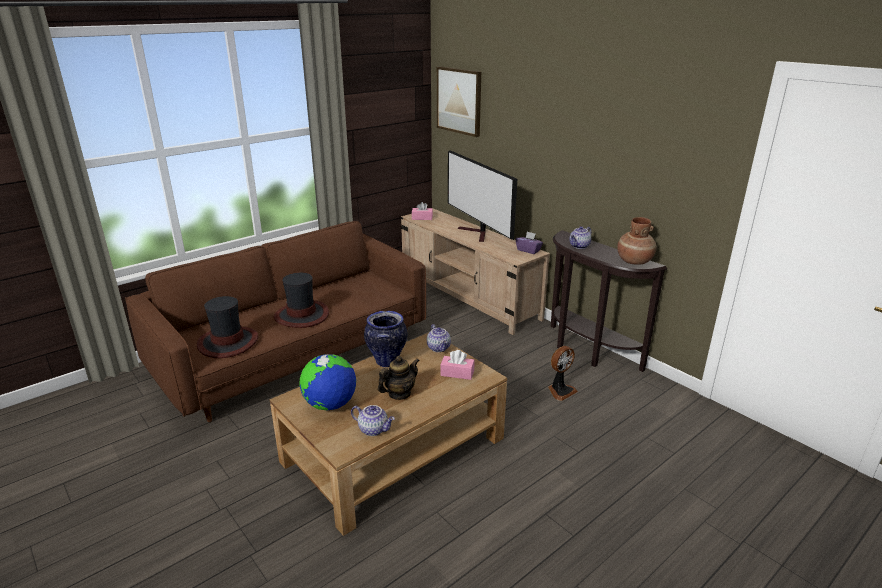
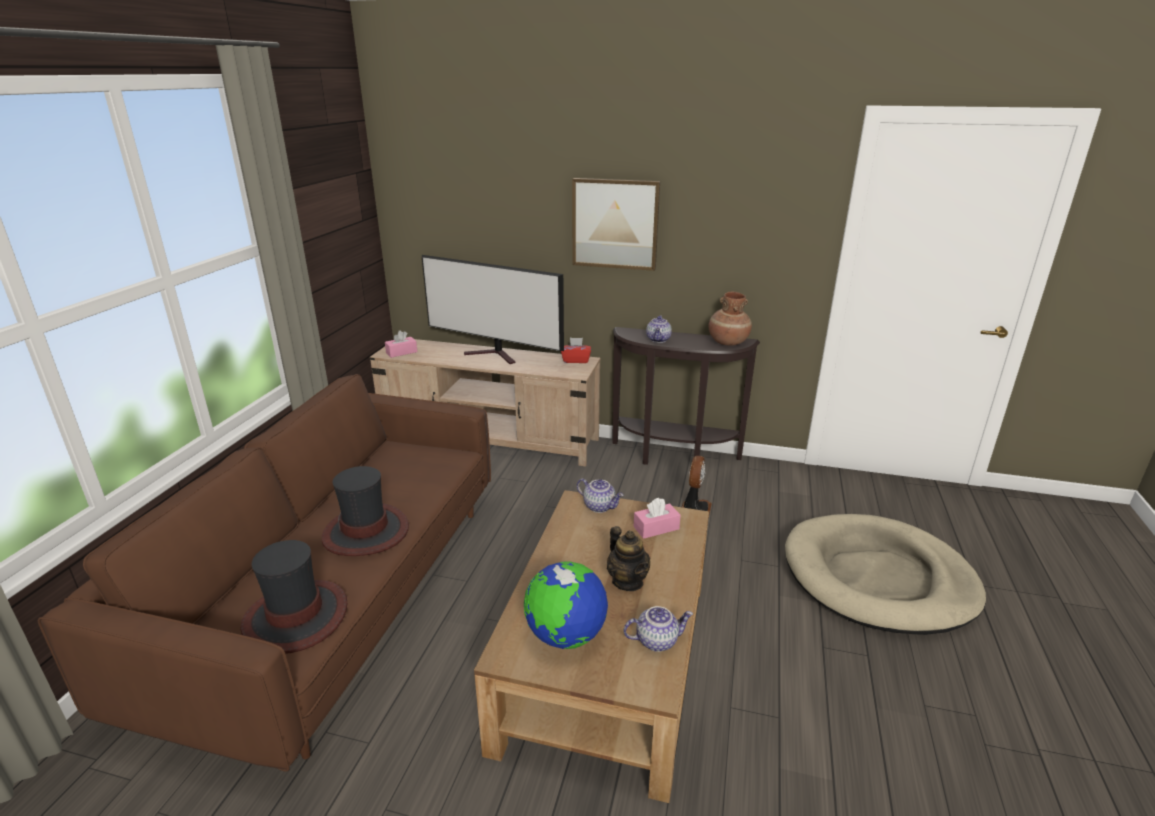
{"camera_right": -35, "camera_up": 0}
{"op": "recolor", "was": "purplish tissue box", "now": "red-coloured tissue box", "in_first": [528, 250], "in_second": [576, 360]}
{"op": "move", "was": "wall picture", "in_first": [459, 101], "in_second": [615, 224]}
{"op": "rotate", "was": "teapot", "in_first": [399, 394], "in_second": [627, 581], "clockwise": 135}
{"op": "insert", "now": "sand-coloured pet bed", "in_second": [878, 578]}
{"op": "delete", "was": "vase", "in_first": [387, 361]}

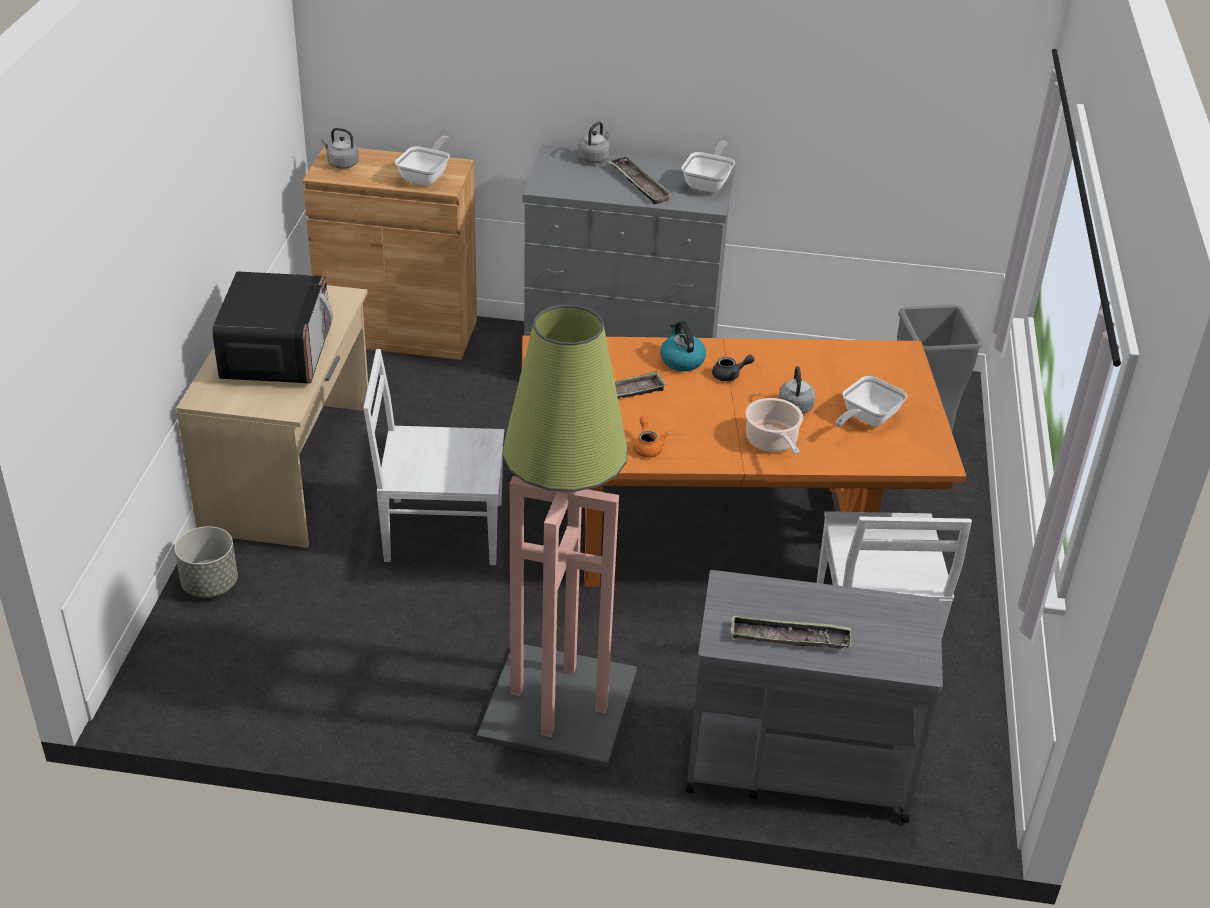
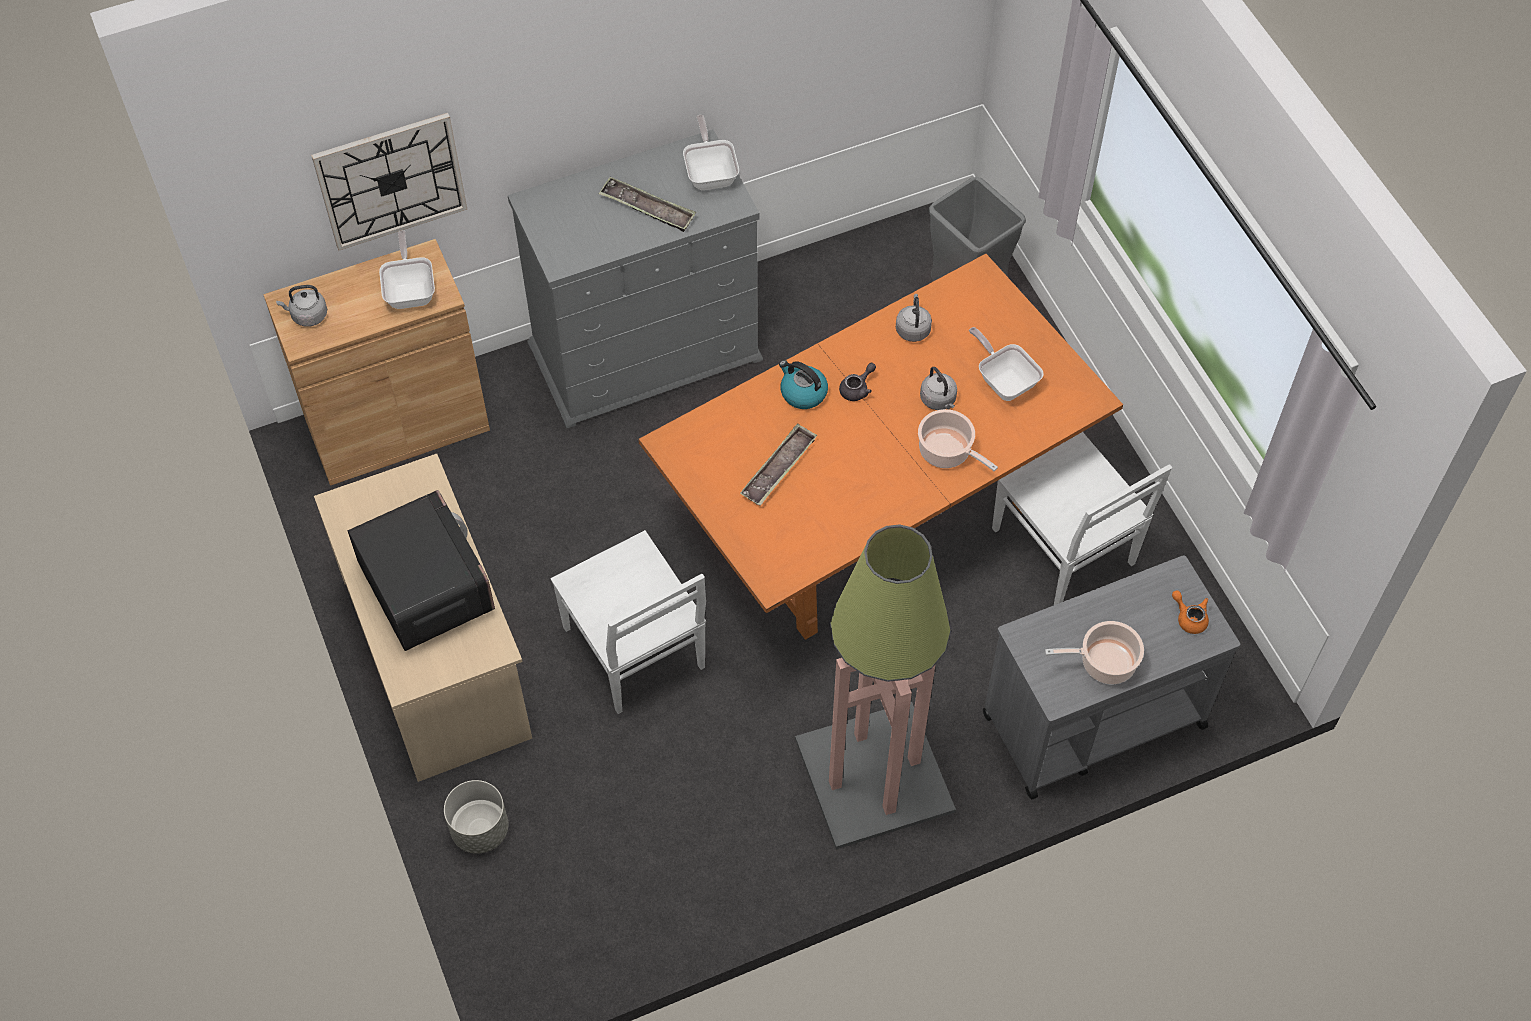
{"camera_right": -30, "camera_up": 20}
{"op": "insert", "now": "clock on the wall", "in_second": [391, 180]}
{"op": "rotate", "was": "white-coloured chair", "in_first": [440, 531], "in_second": [635, 650], "clockwise": -90}
{"op": "move", "was": "greyish kettle", "in_first": [594, 158], "in_second": [912, 329]}
{"op": "rotate", "was": "frying pan", "in_first": [866, 419], "in_second": [1004, 380], "clockwise": 135}
{"op": "replace", "was": "serving tray", "now": "saucepot", "in_first": [789, 638], "in_second": [1104, 663]}
{"op": "move", "was": "orange teapot", "in_first": [647, 447], "in_second": [1189, 618]}

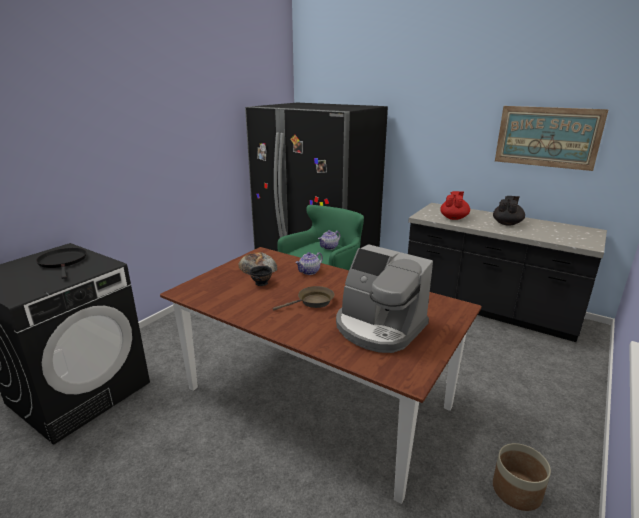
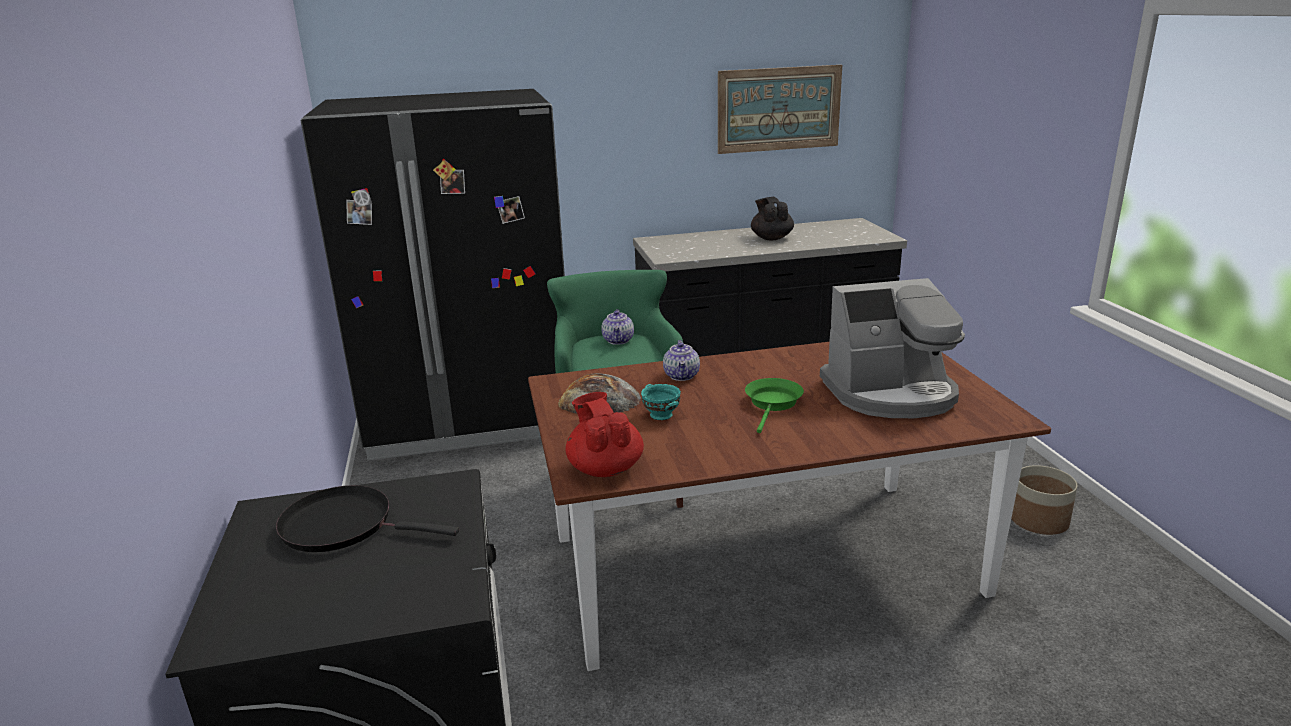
{"camera_right": -45, "camera_up": 0}
{"op": "move", "was": "red-coloured teapot", "in_first": [454, 218], "in_second": [605, 468]}
{"op": "recolor", "was": "black serving bowl", "now": "turquoise-coloured serving bowl", "in_first": [262, 283], "in_second": [661, 415]}
{"op": "recolor", "was": "brown-coloured frying pan", "now": "greenish frying pan", "in_first": [313, 302], "in_second": [773, 404]}

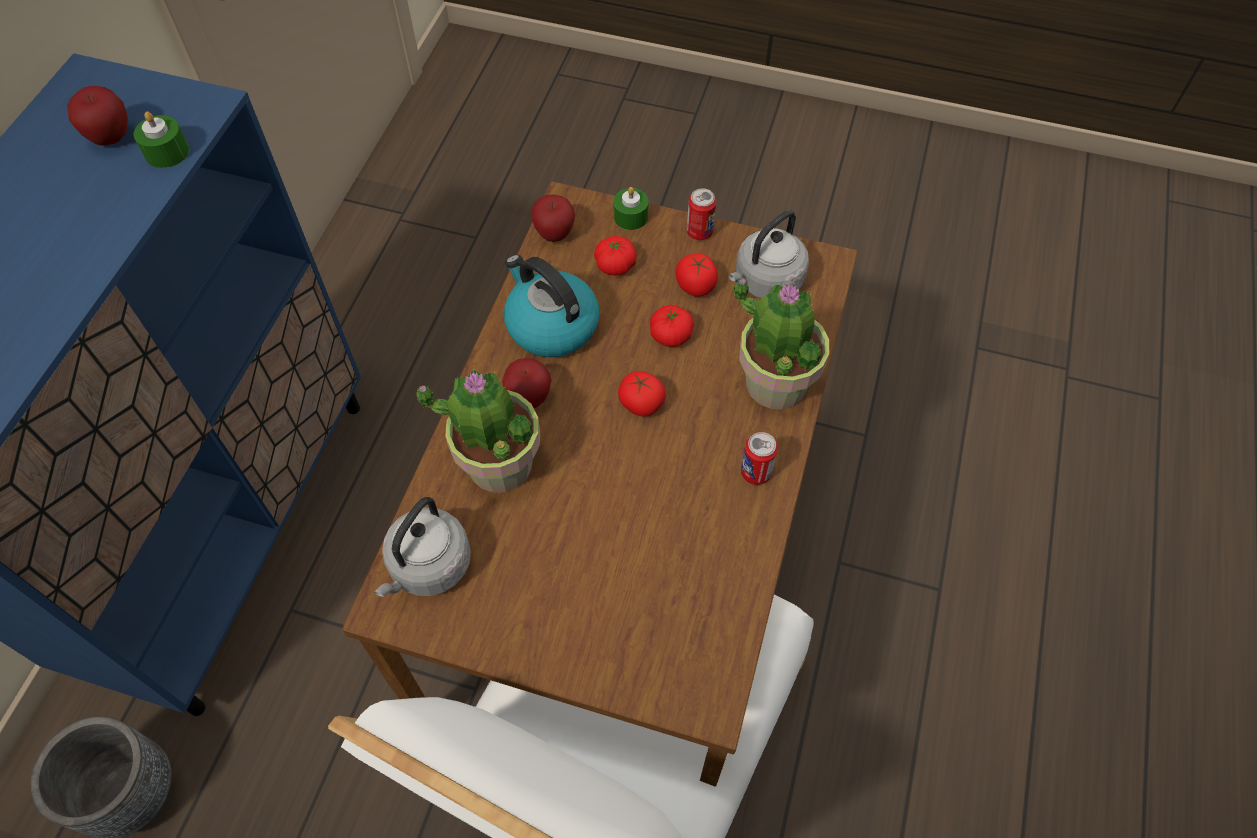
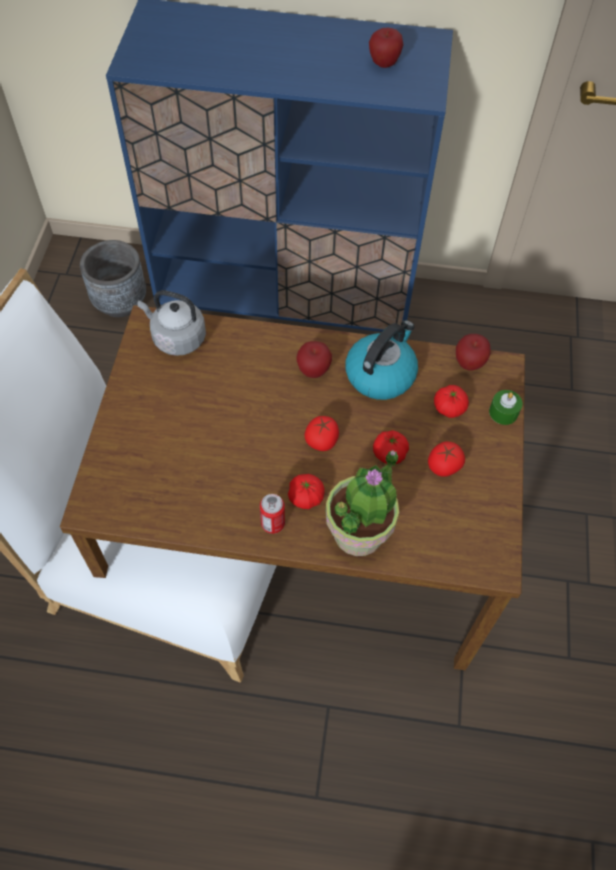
{"camera_right": 80, "camera_up": 0}
{"op": "insert", "now": "fresh tomato", "in_second": [306, 497]}
{"op": "delete", "was": "greenish candle", "in_first": [167, 152]}
{"op": "delete", "was": "plant in a pot", "in_first": [499, 463]}
{"op": "delete", "was": "metal can", "in_first": [699, 232]}
{"op": "delete", "was": "greyish kettle", "in_first": [765, 282]}

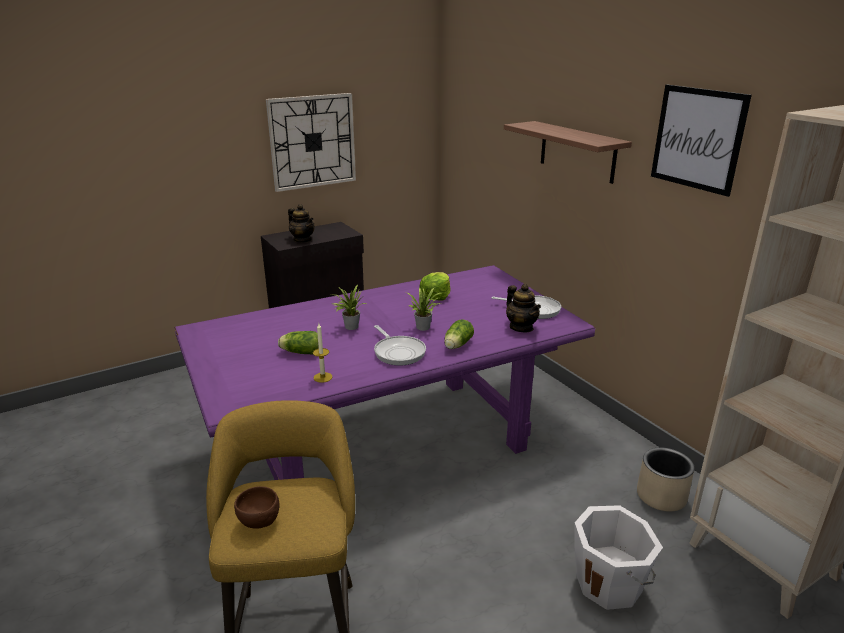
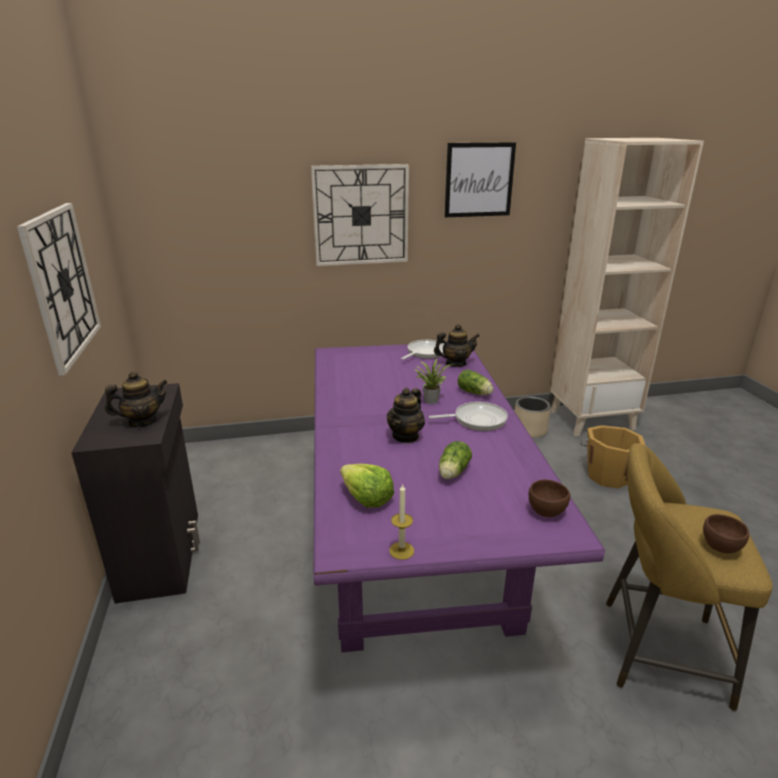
{"camera_right": -70, "camera_up": 0}
{"op": "replace", "was": "wall shelf", "now": "clock on the wall", "in_first": [577, 151], "in_second": [361, 215]}
{"op": "move", "was": "lettuce", "in_first": [436, 296], "in_second": [366, 498]}
{"op": "replace", "was": "plant in a pot", "now": "teapot", "in_first": [349, 326], "in_second": [406, 436]}
{"op": "move", "was": "candle", "in_first": [323, 377], "in_second": [401, 550]}
{"op": "insert", "now": "brown-coloured serving bowl", "in_second": [547, 511]}
{"op": "recolor", "was": "white-coloured bucket", "now": "orange bucket", "in_first": [610, 583], "in_second": [608, 475]}

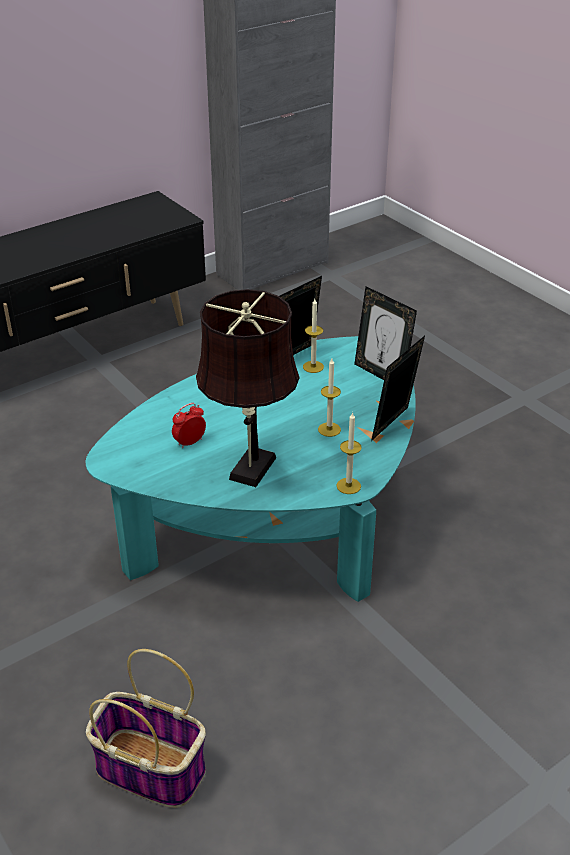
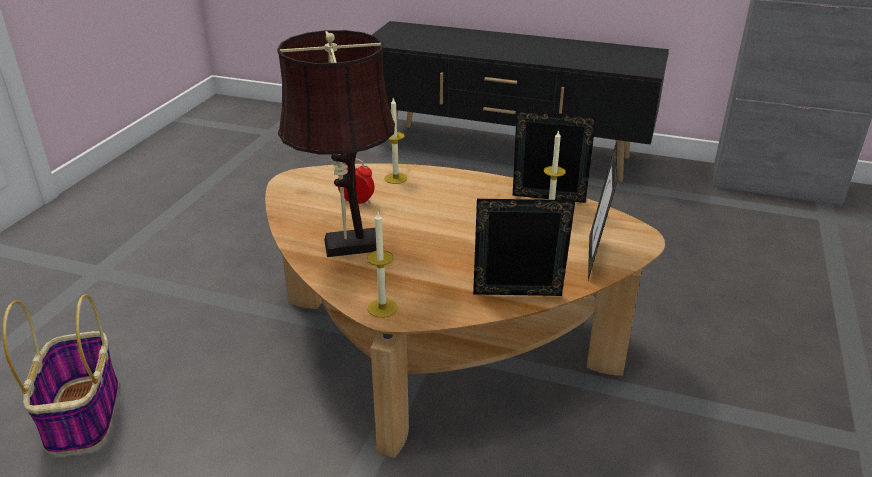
{"camera_right": 55, "camera_up": -5}
{"op": "recolor", "was": "turquoise-coloured lounge table", "now": "brown-coloured lounge table", "in_first": [276, 518], "in_second": [440, 345]}
{"op": "move", "was": "candle", "in_first": [329, 429], "in_second": [395, 178]}

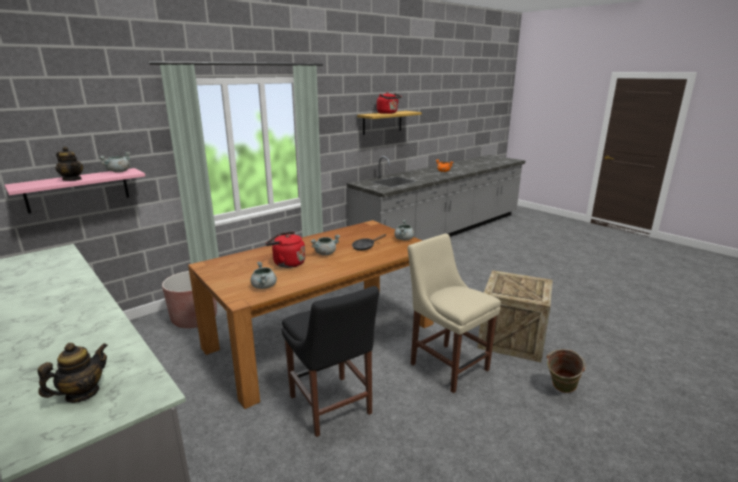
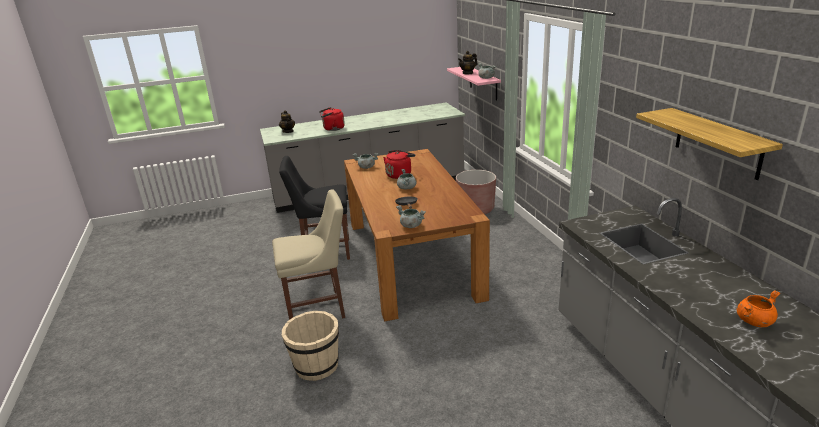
{"camera_right": 115, "camera_up": 5}
{"op": "replace", "was": "packing crate", "now": "sand-coloured bucket", "in_first": [511, 339], "in_second": [316, 366]}
{"op": "move", "was": "red-coloured kettle", "in_first": [388, 113], "in_second": [332, 129]}
{"op": "delete", "was": "greenish bucket", "in_first": [560, 390]}

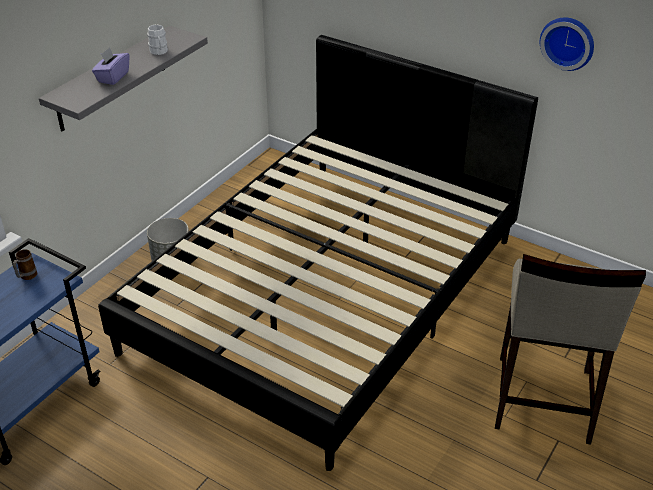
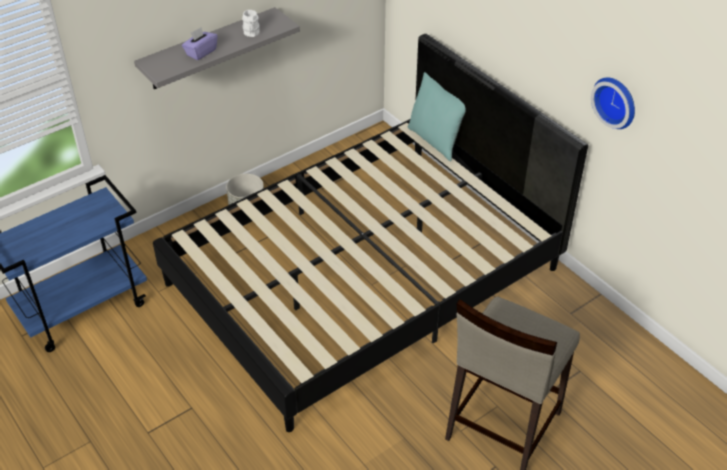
{"camera_right": 20, "camera_up": 5}
{"op": "insert", "now": "turquoise-coloured cushion", "in_second": [436, 140]}
{"op": "delete", "was": "coffee mug", "in_first": [26, 277]}

